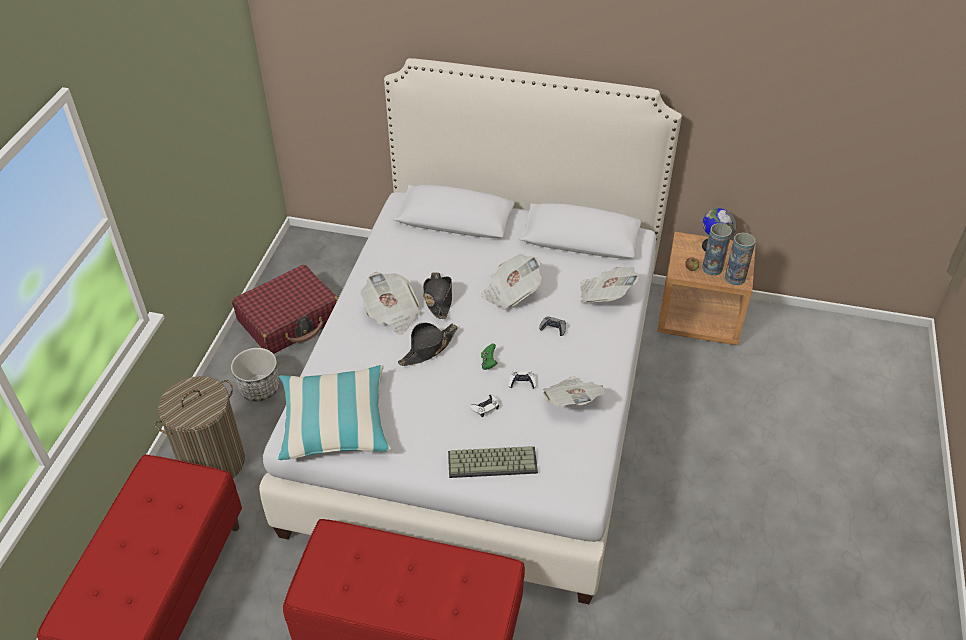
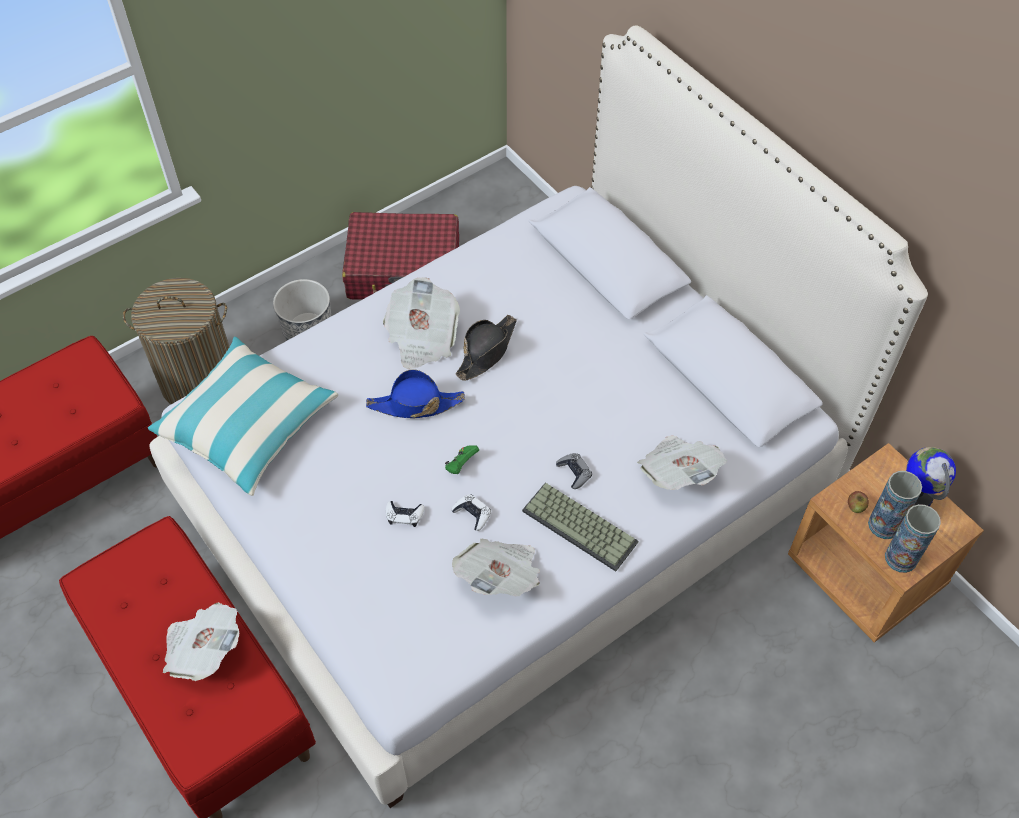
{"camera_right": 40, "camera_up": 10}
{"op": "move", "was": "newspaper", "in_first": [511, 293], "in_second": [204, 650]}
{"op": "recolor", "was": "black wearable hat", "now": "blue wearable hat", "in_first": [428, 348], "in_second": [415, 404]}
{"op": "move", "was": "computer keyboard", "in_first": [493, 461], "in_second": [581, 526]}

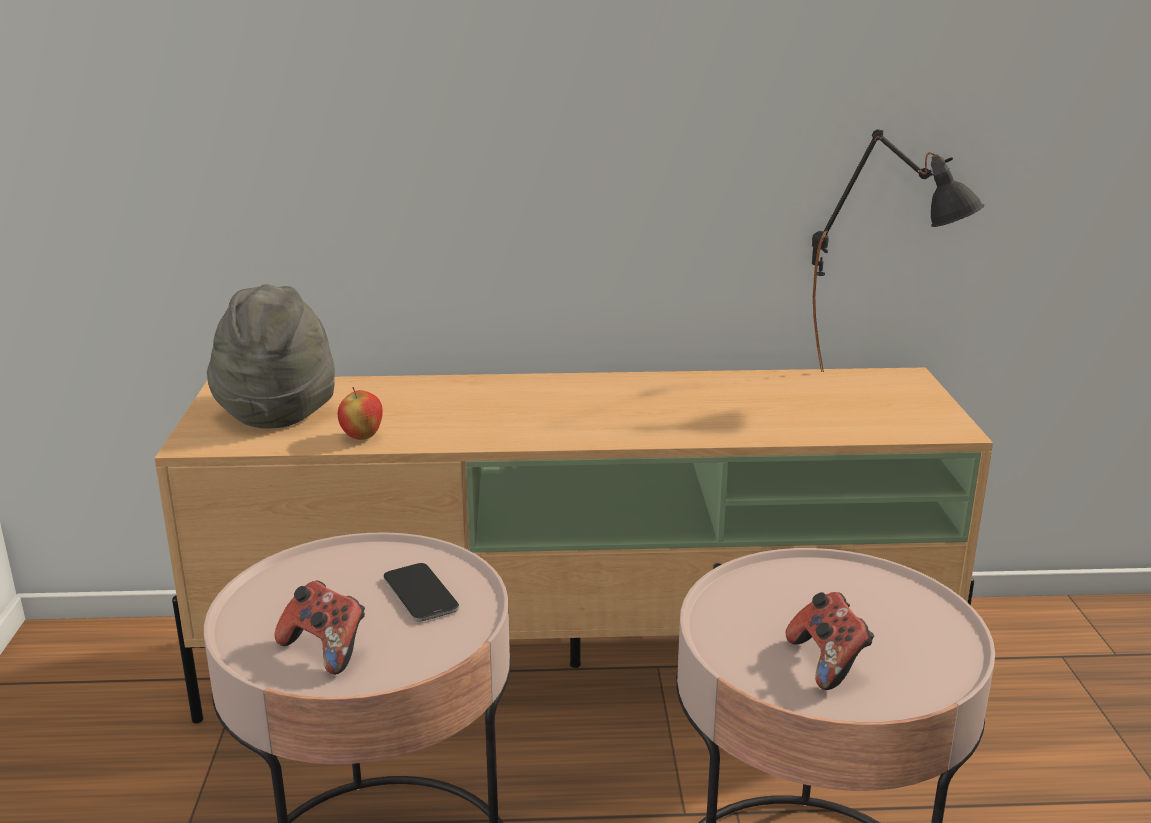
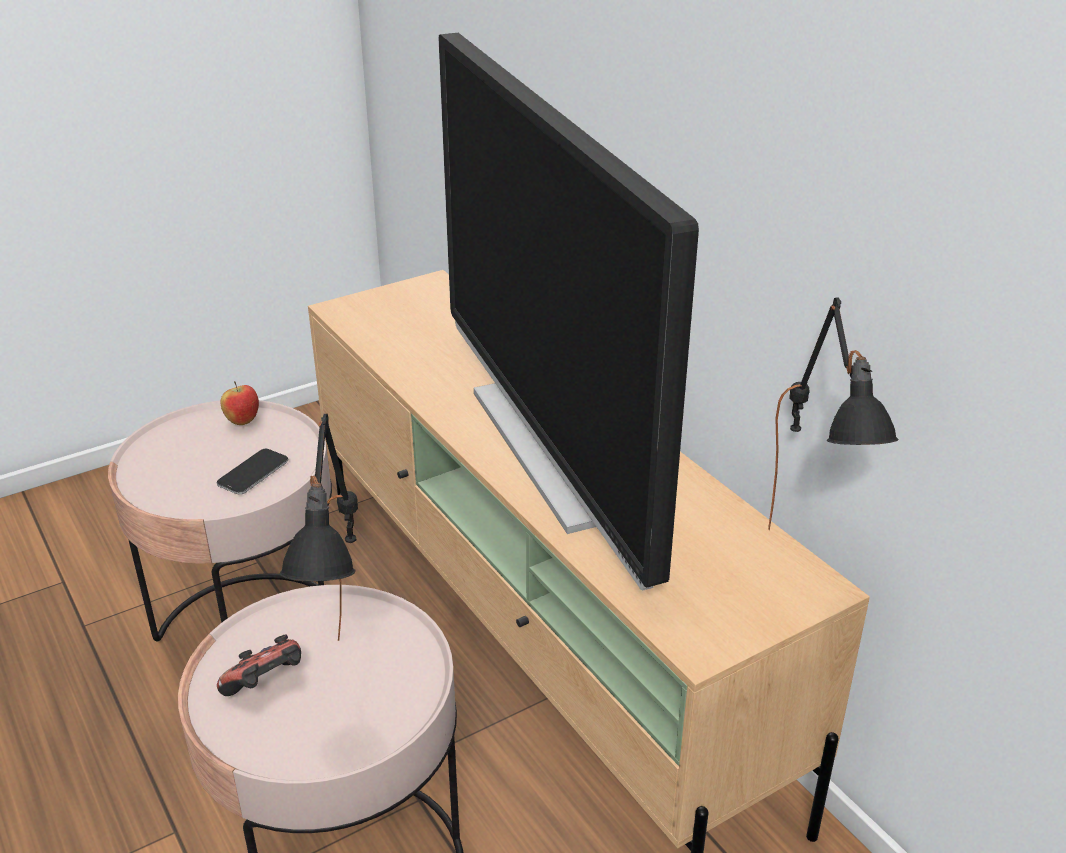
{"camera_right": 60, "camera_up": 10}
{"op": "move", "was": "whole apple", "in_first": [362, 437], "in_second": [243, 421]}
{"op": "insert", "now": "black lamp for a table", "in_second": [351, 687]}
{"op": "insert", "now": "TV", "in_second": [554, 449]}
{"op": "delete", "was": "greyish wearable hat", "in_first": [277, 409]}
{"op": "delete", "was": "gamepad", "in_first": [325, 649]}

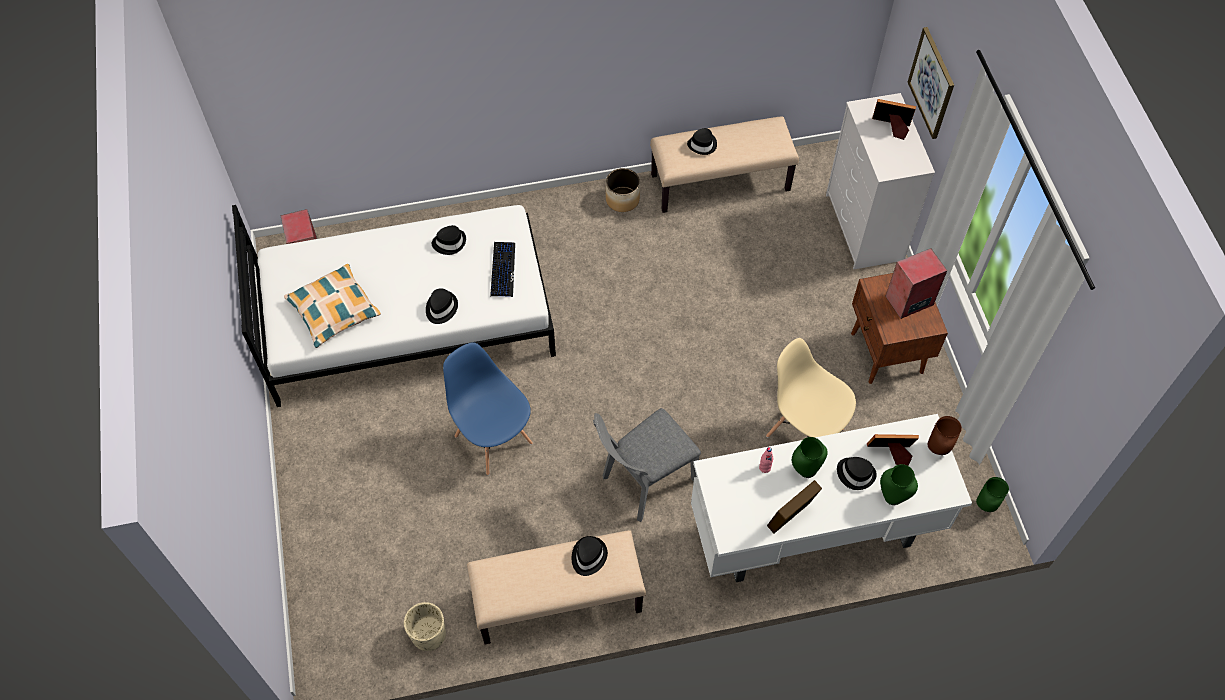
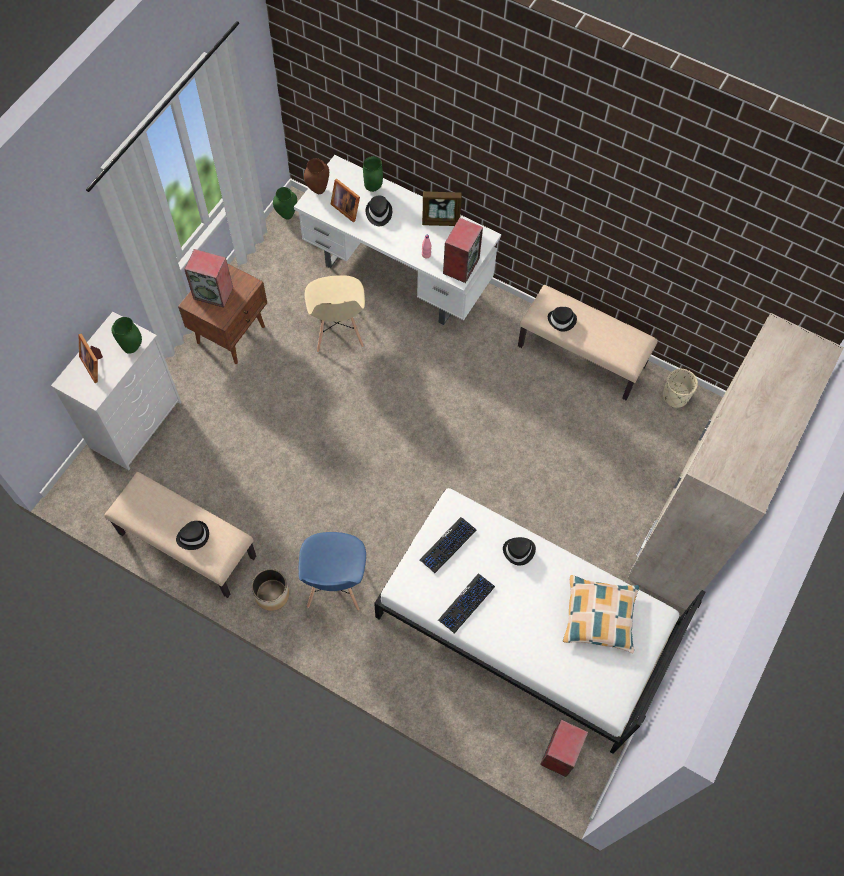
{"camera_right": -140, "camera_up": 5}
{"op": "move", "was": "greenish vase", "in_first": [805, 469], "in_second": [132, 348]}
{"op": "move", "was": "blue chair", "in_first": [493, 438], "in_second": [334, 585]}
{"op": "replace", "was": "black wearable hat", "now": "computer keyboard", "in_first": [449, 242], "in_second": [466, 603]}
{"op": "insert", "now": "speaker", "in_second": [461, 265]}
{"op": "insert", "now": "sand-coloured wardrobe", "in_second": [691, 524]}
{"op": "delete", "was": "greyish chair", "in_first": [644, 482]}
{"op": "delete", "was": "wall picture", "in_first": [932, 83]}

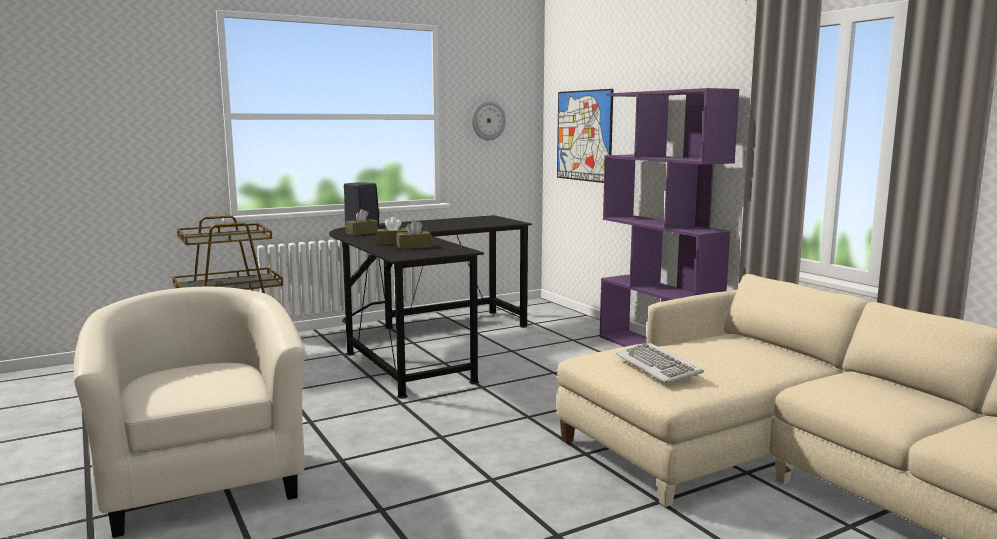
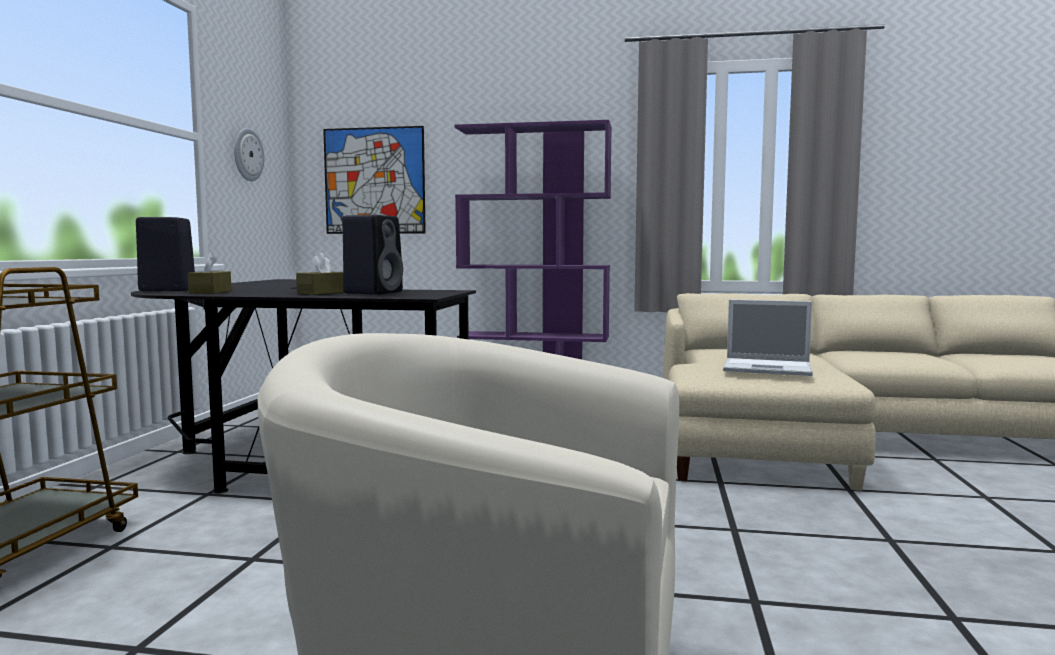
{"camera_right": -50, "camera_up": -5}
{"op": "replace", "was": "brown-coloured tissue box", "now": "black speaker", "in_first": [414, 247], "in_second": [374, 292]}
{"op": "replace", "was": "computer keyboard", "now": "notebook computer", "in_first": [658, 367], "in_second": [769, 368]}

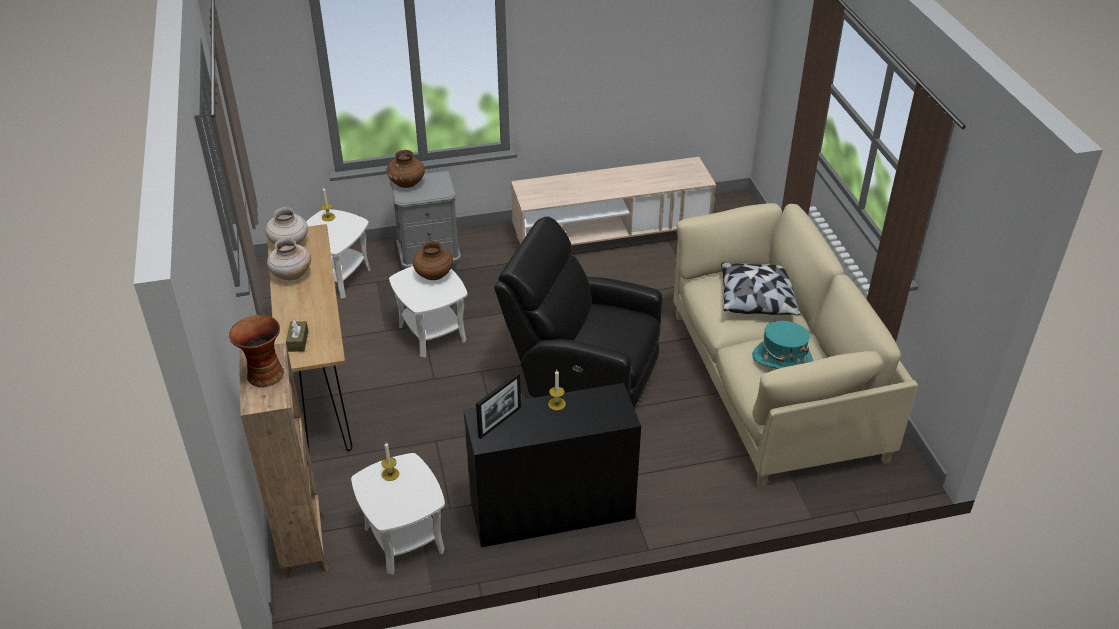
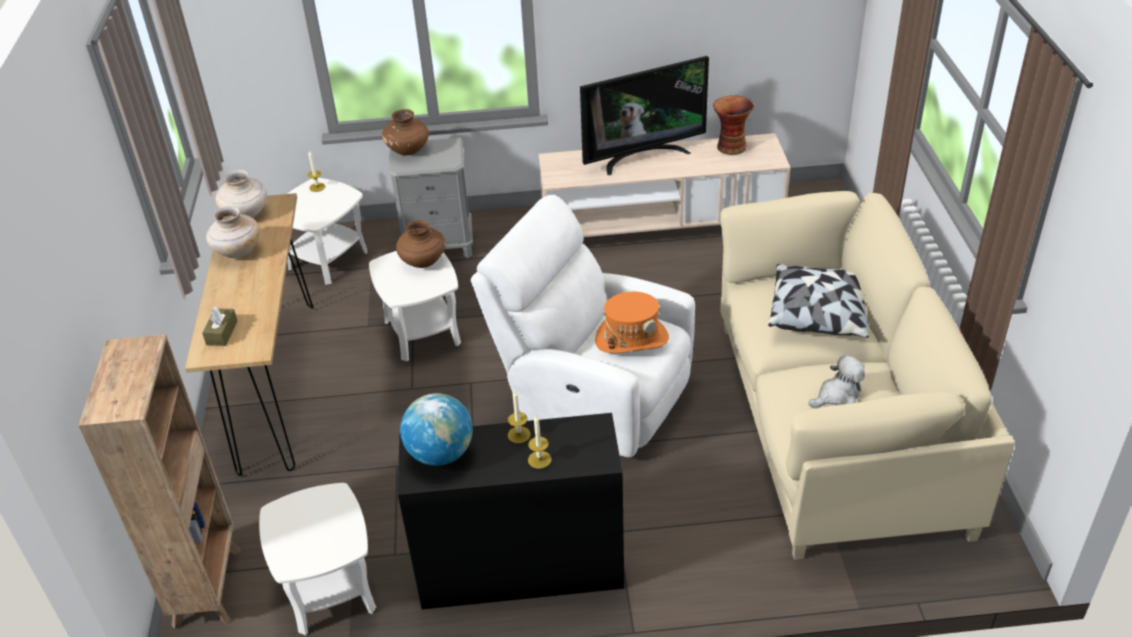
{"camera_right": 10, "camera_up": 0}
{"op": "replace", "was": "standing frame", "now": "globe", "in_first": [499, 422], "in_second": [440, 453]}
{"op": "recolor", "was": "black easy chair", "now": "white-coloured easy chair", "in_first": [582, 375], "in_second": [593, 395]}
{"op": "move", "was": "candle", "in_first": [390, 474], "in_second": [539, 459]}
{"op": "insert", "now": "TV", "in_second": [642, 156]}
{"op": "insert", "now": "orange wearable hat", "in_second": [632, 339]}
{"op": "move", "was": "vase", "in_first": [264, 374], "in_second": [730, 147]}
{"op": "replace", "was": "turquoise-coloured wearable hat", "now": "cuddly toy", "in_first": [782, 360], "in_second": [837, 395]}

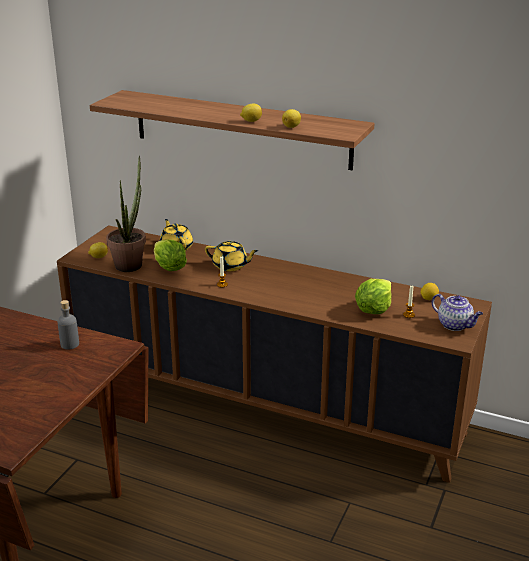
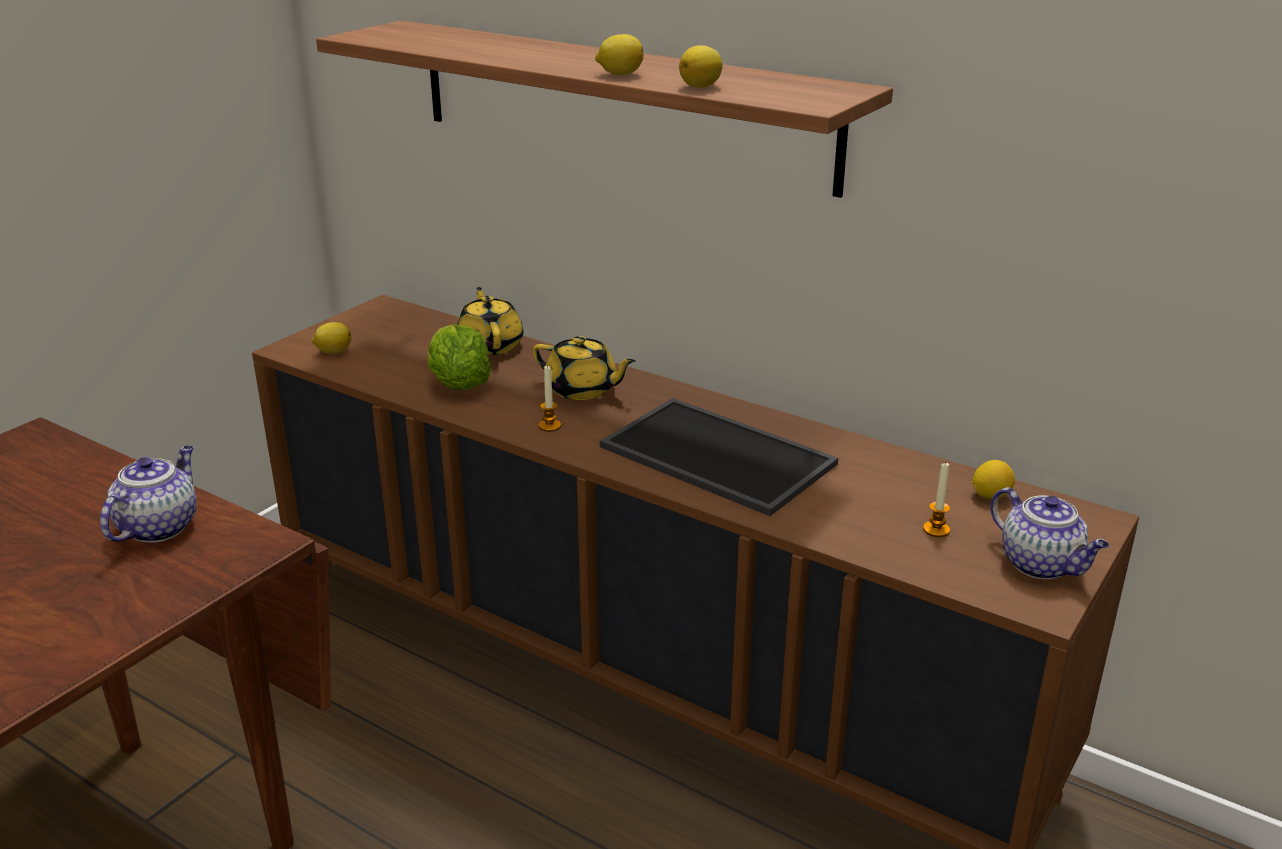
{"camera_right": 10, "camera_up": 0}
{"op": "replace", "was": "greyish bottle", "now": "teapot", "in_first": [70, 344], "in_second": [159, 526]}
{"op": "insert", "now": "serving tray", "in_second": [713, 456]}
{"op": "delete", "was": "plant in a pot", "in_first": [131, 263]}
{"op": "delete", "was": "lettuce", "in_first": [373, 309]}

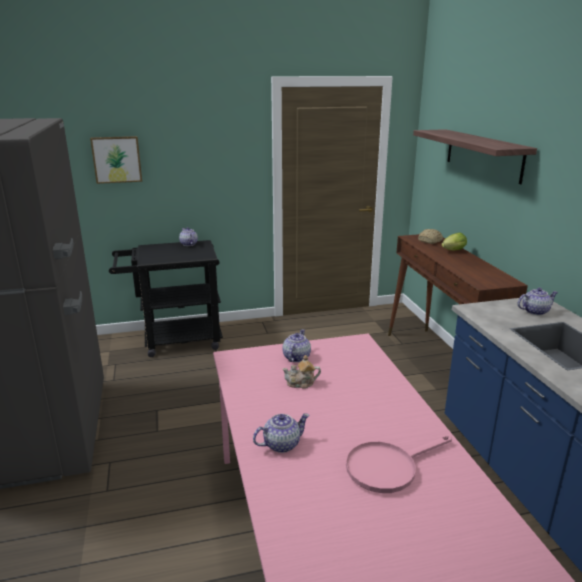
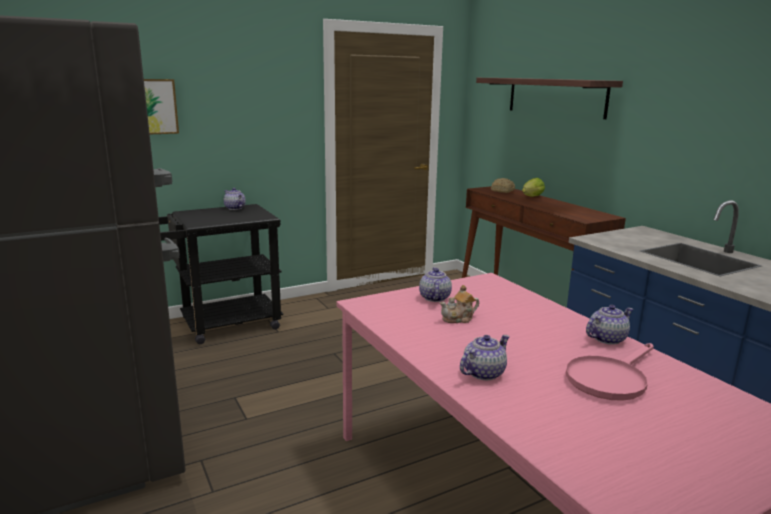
{"camera_right": -15, "camera_up": -5}
{"op": "move", "was": "teapot", "in_first": [534, 311], "in_second": [606, 339]}

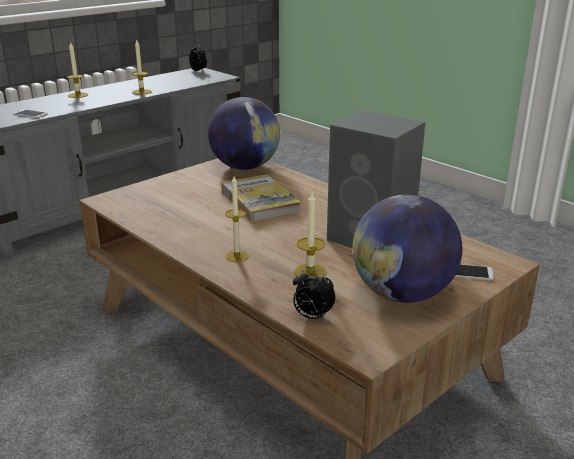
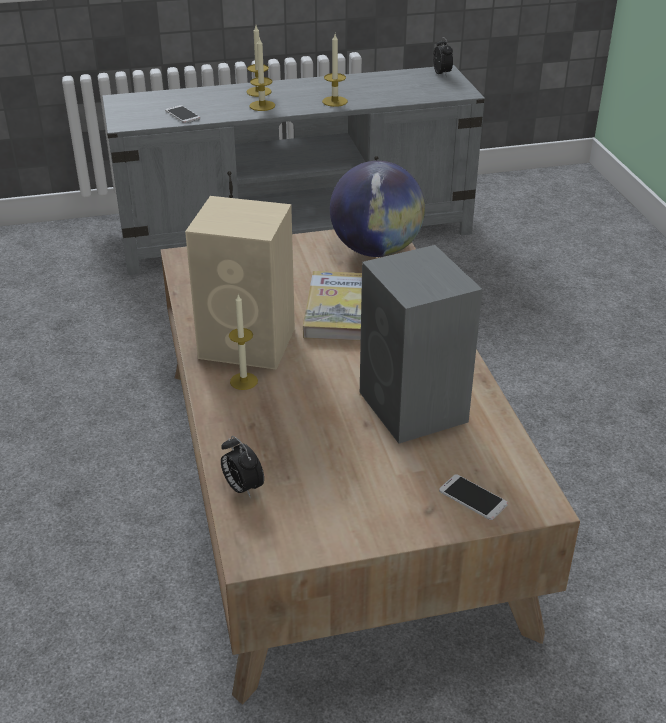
{"camera_right": 30, "camera_up": 10}
{"op": "insert", "now": "sand-coloured speaker", "in_second": [249, 343]}
{"op": "move", "was": "candle", "in_first": [310, 272], "in_second": [262, 106]}
{"op": "delete", "was": "globe", "in_first": [402, 294]}

